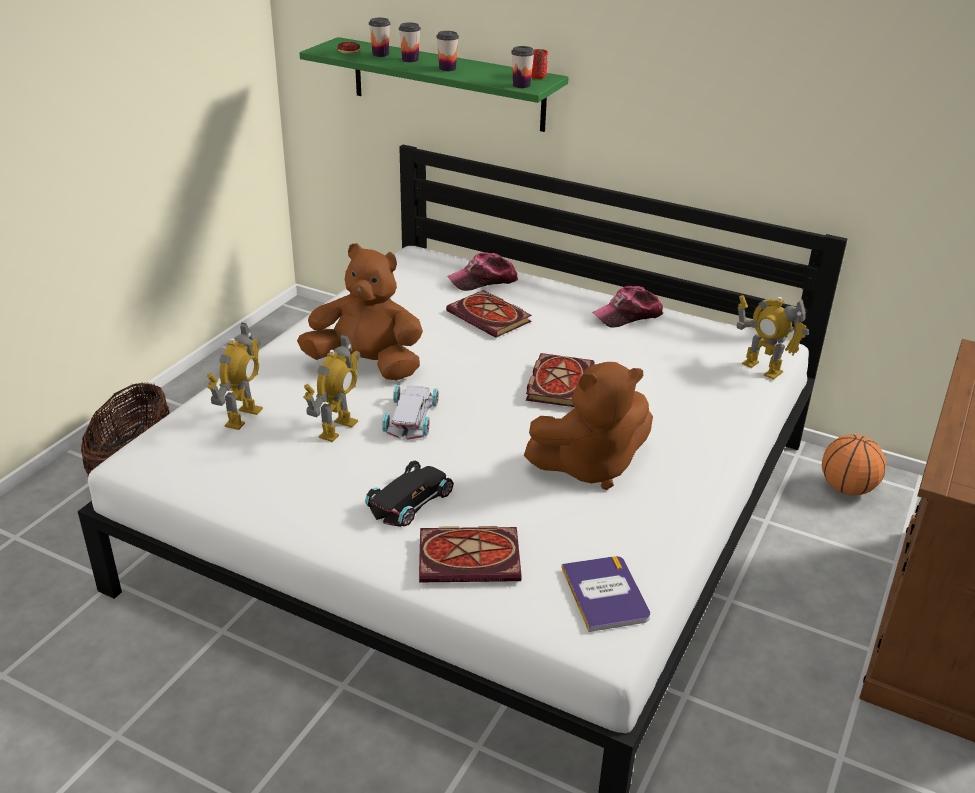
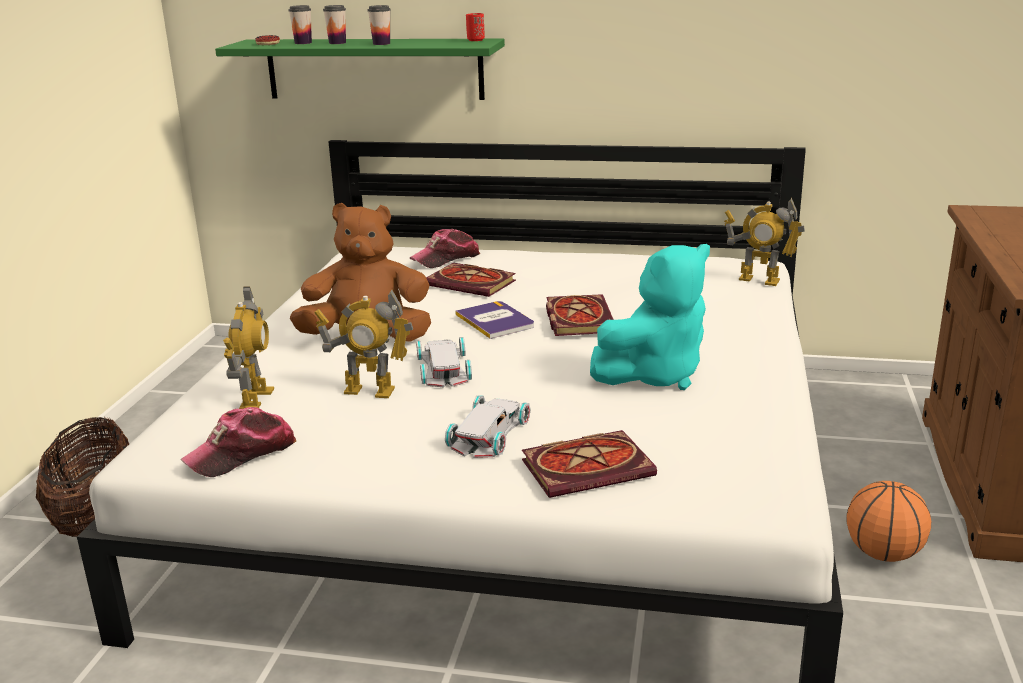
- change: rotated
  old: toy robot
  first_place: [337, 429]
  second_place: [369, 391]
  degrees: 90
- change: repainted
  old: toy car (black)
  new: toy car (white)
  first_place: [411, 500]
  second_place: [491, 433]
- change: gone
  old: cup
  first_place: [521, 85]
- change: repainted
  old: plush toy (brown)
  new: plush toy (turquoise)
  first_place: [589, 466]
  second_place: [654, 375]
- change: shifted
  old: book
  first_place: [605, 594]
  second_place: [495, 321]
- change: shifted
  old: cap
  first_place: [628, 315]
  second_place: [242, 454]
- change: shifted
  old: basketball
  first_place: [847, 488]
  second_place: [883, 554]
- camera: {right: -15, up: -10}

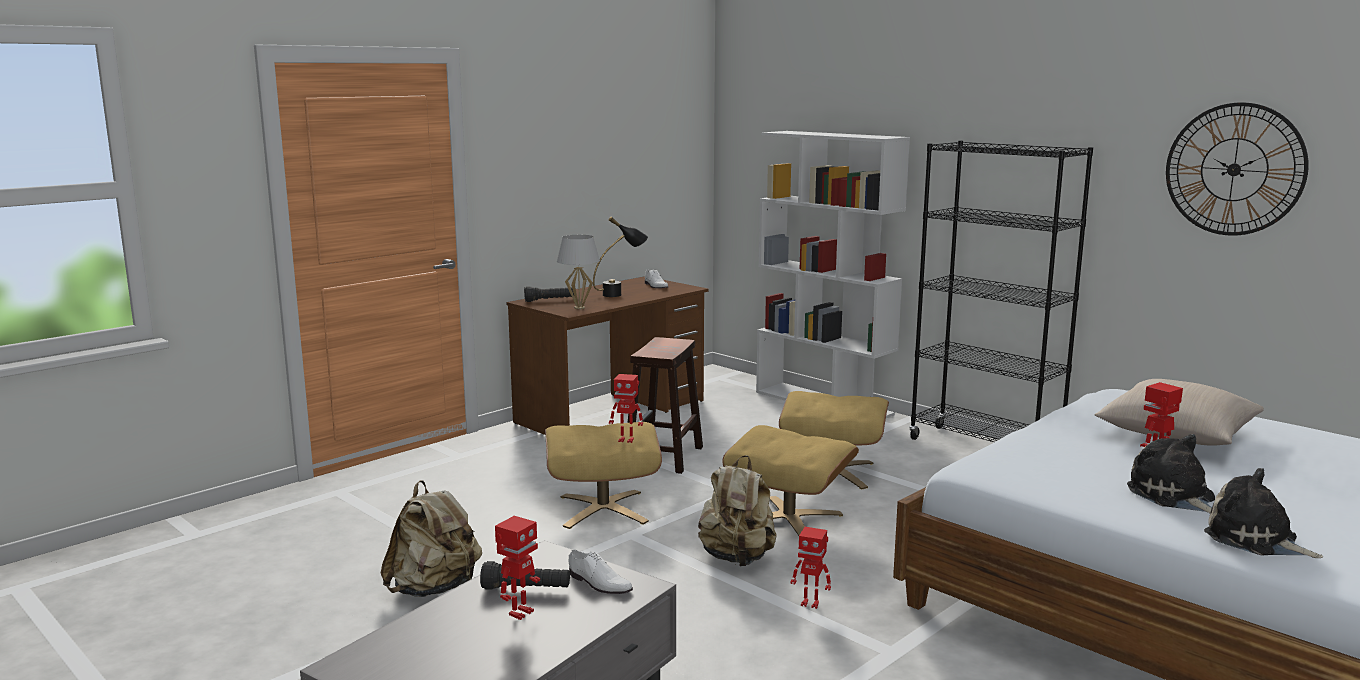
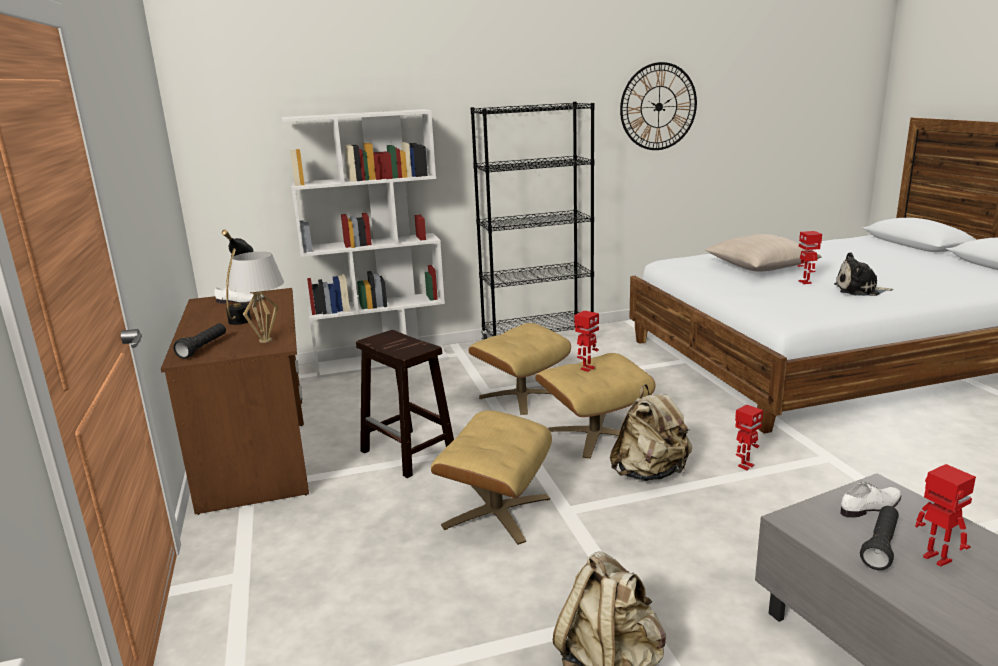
- change: shifted
  old: toy robot
  first_place: [626, 440]
  second_place: [587, 368]
- change: gone
  old: plush toy
  first_place: [1255, 539]
- camera: {right: -60, up: 5}

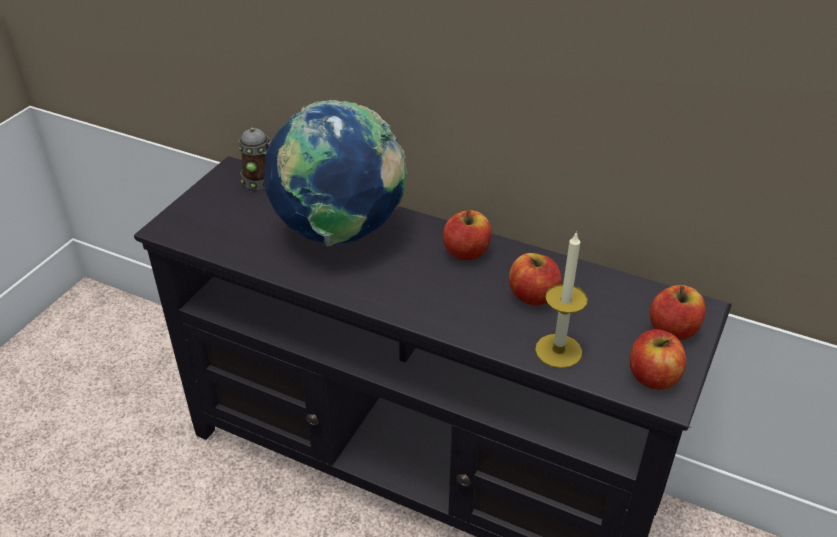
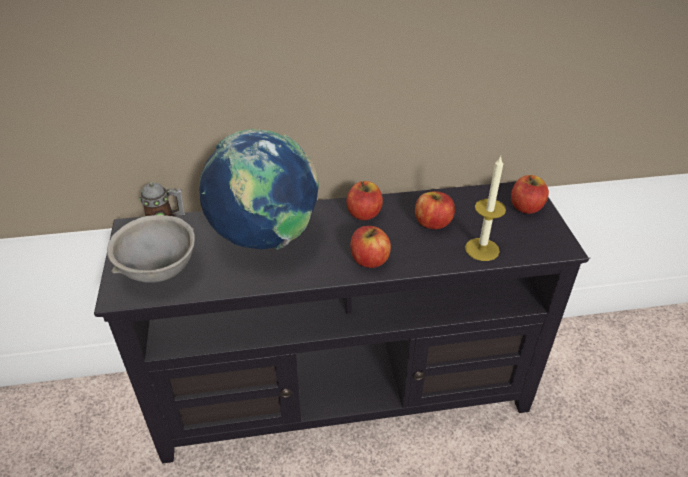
- change: shifted
  old: apple
  first_place: [652, 376]
  second_place: [369, 260]
- change: new
  new: bowl (grey)
  second_place: [160, 272]
- camera: {right: -35, up: 0}

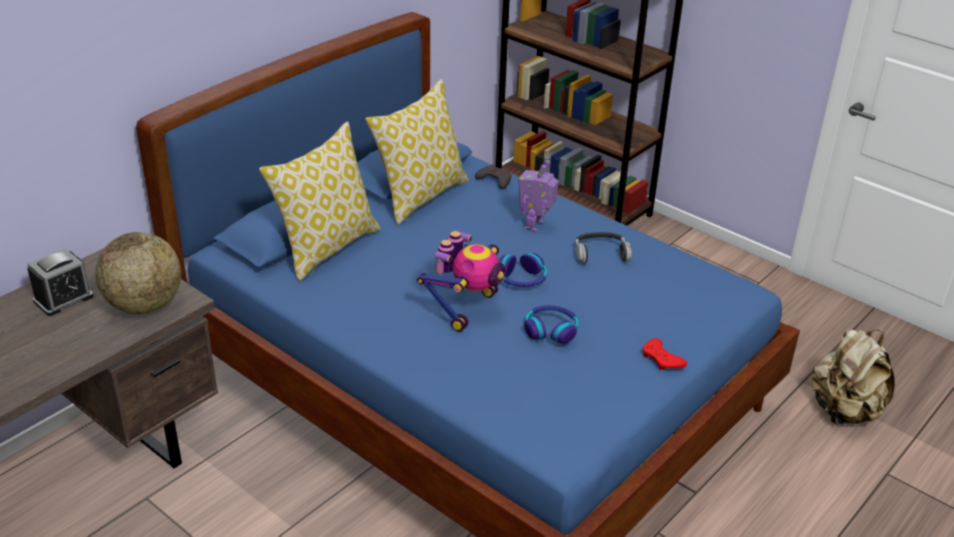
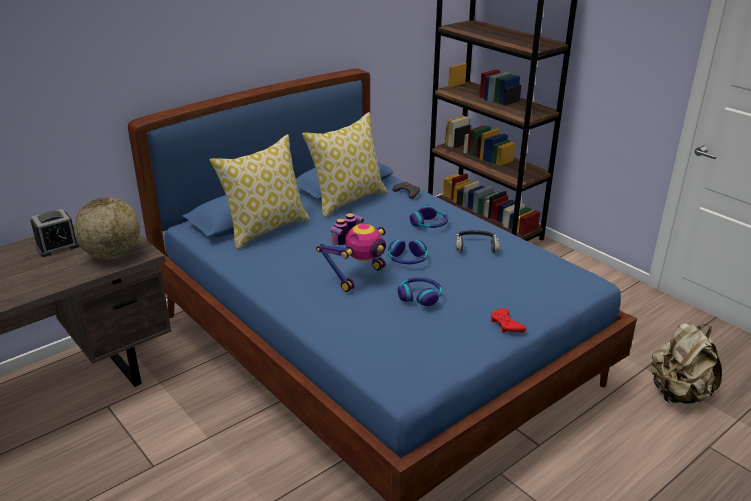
- change: swapped
  old: toy robot
  new: headphones
  first_place: [535, 225]
  second_place: [429, 224]
- camera: {right: 10, up: -5}

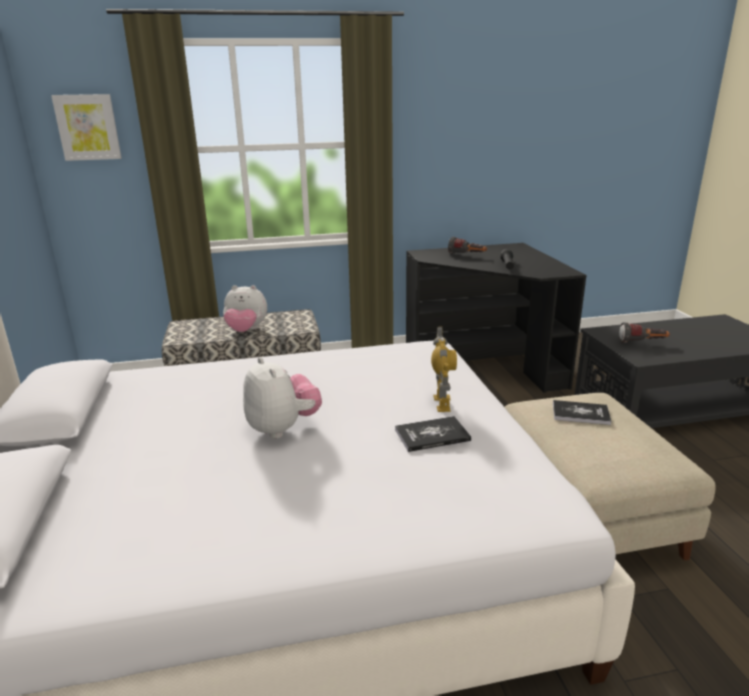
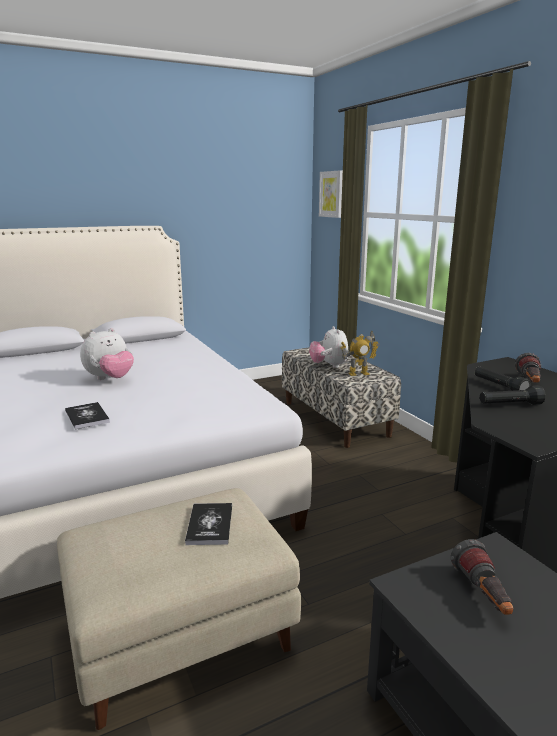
- change: shifted
  old: toy robot
  first_place: [442, 403]
  second_place: [358, 374]
- change: new
  new: flashlight (black)
  second_place: [499, 387]
- camera: {right: 75, up: -5}

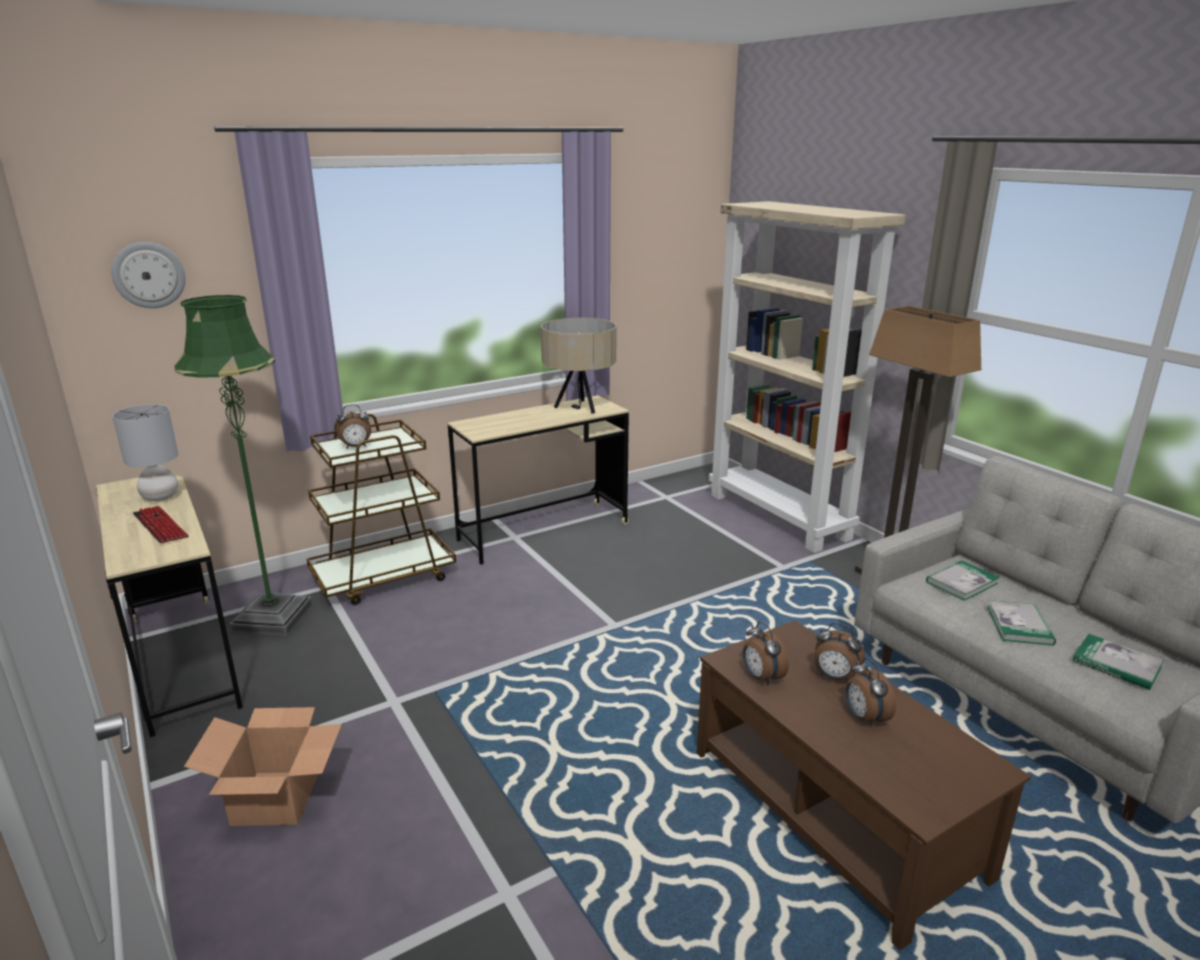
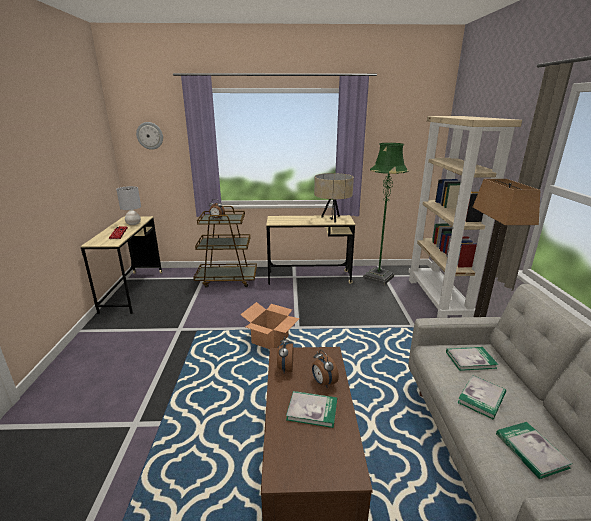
- change: shifted
  old: floor lamp (green)
  first_place: [273, 617]
  second_place: [378, 277]
- change: shifted
  old: cardboard box
  first_place: [275, 797]
  second_place: [270, 339]
- change: swapped
  old: alarm clock
  new: book
  first_place: [864, 718]
  second_place: [312, 410]
- camera: {right: 30, up: 0}

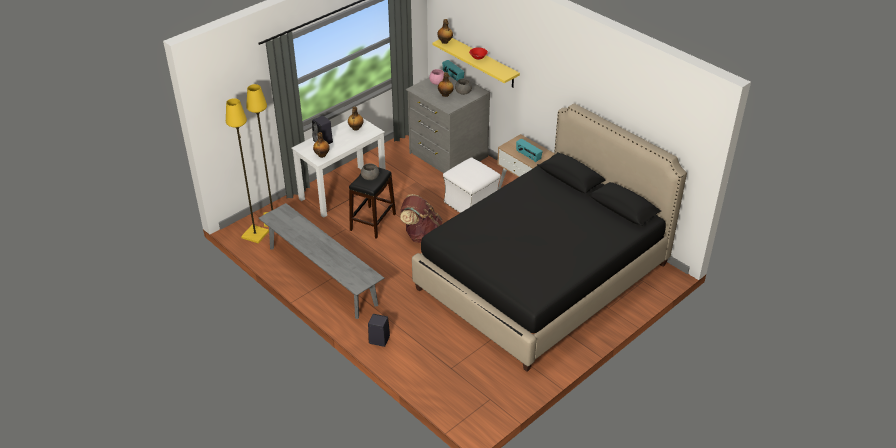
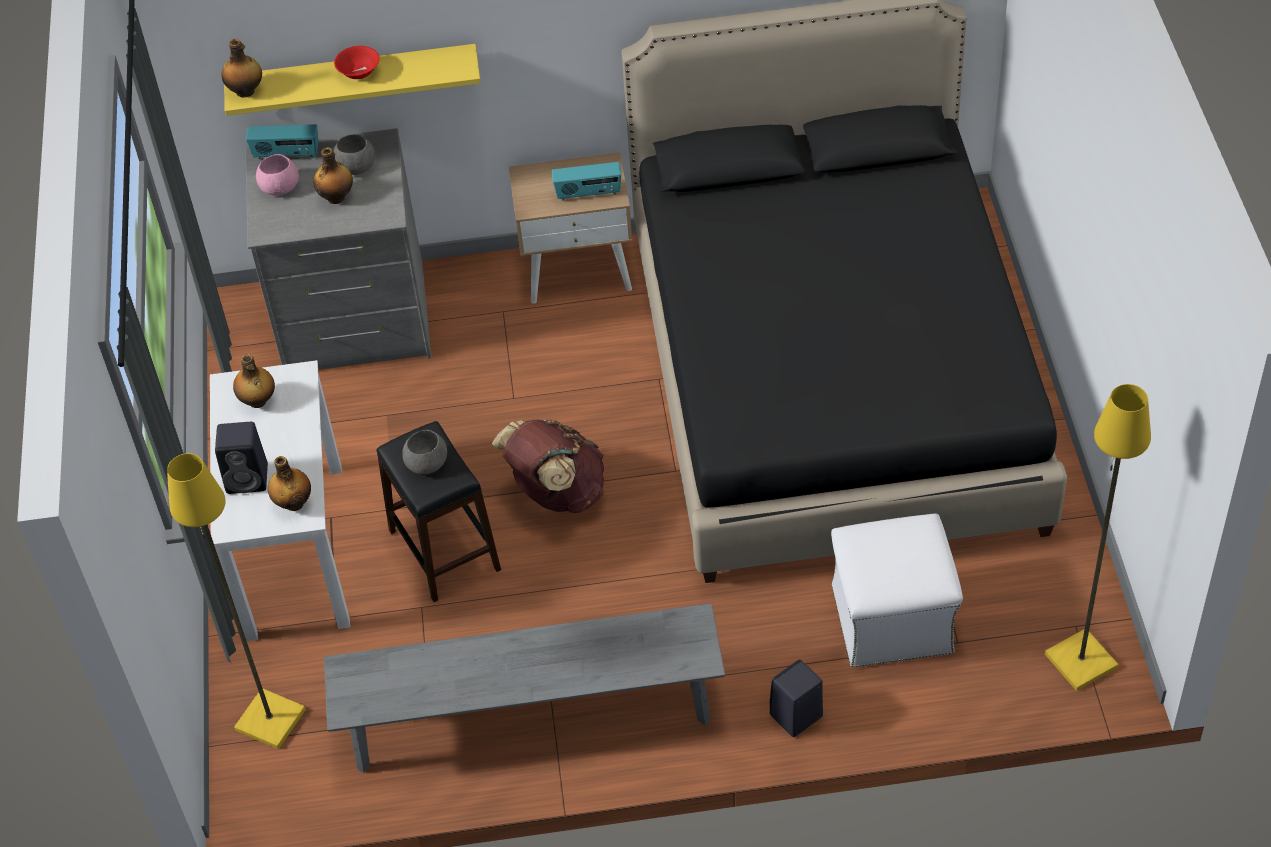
- change: shifted
  old: floor lamp (yellow)
  first_place: [255, 234]
  second_place: [1079, 661]
- change: shifted
  old: ottoman (white)
  first_place: [471, 203]
  second_place: [893, 619]
- camera: {right: -50, up: 10}

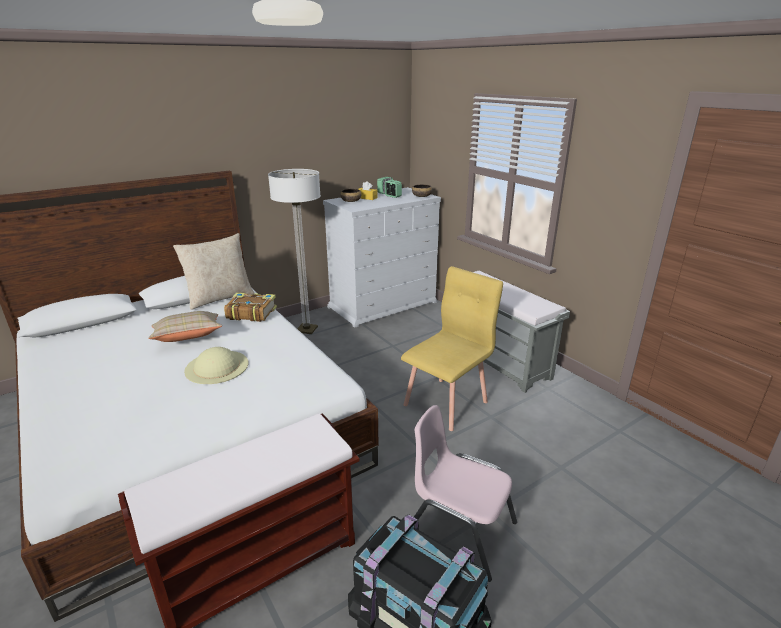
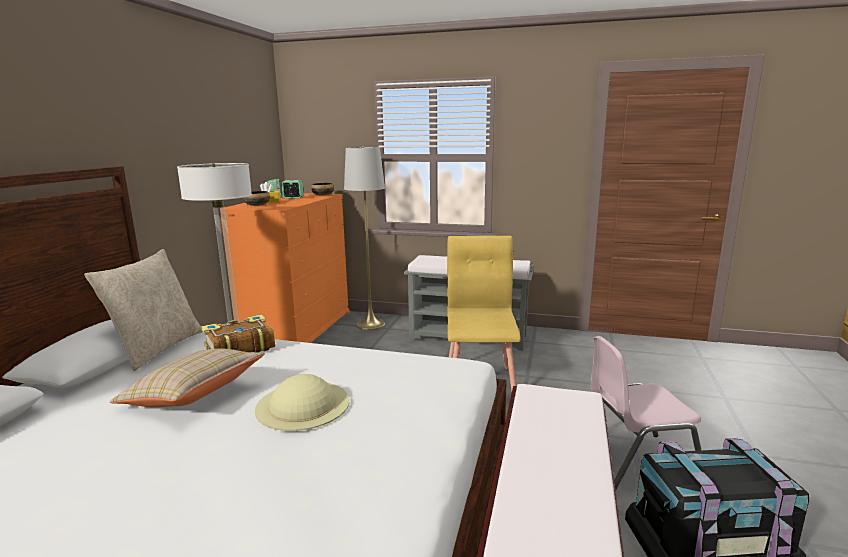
- change: repainted
  old: dresser (white)
  new: dresser (orange)
  first_place: [383, 304]
  second_place: [297, 329]
- change: new
  new: floor lamp (grey)
  second_place: [370, 324]
- camera: {right: -40, up: -10}

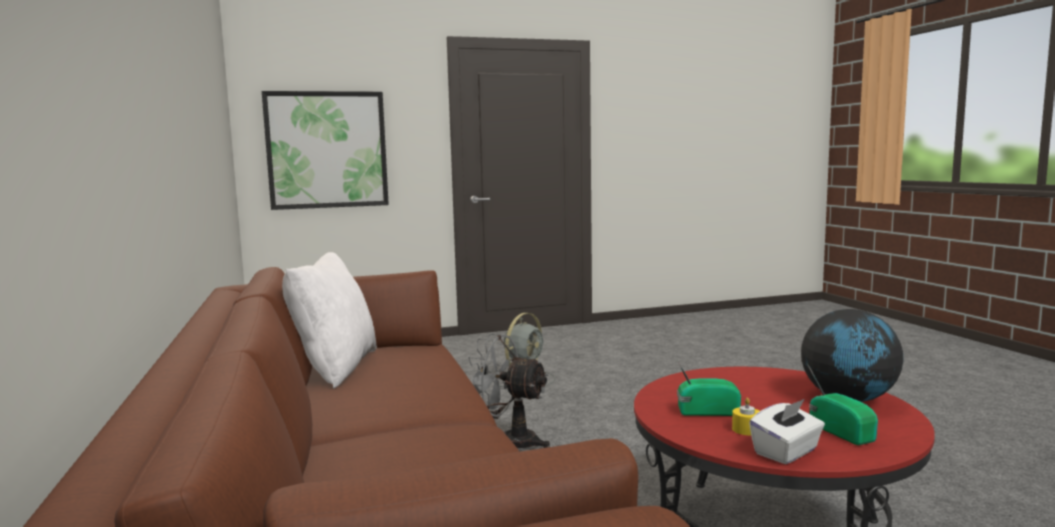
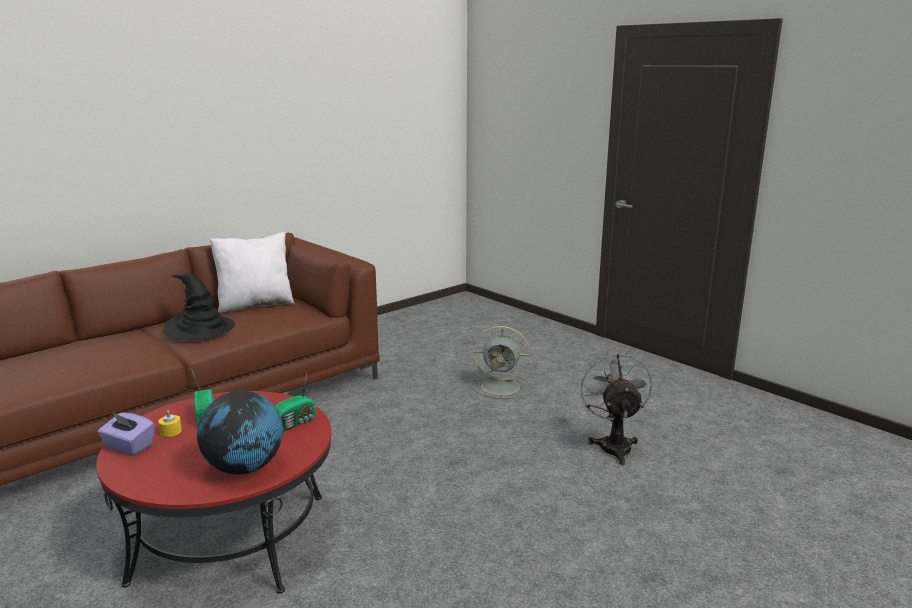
- change: gone
  old: picture
  first_place: [327, 150]
- change: shifted
  old: fan (grey)
  first_place: [509, 441]
  second_place: [613, 444]
- change: repainted
  old: tissue box (white)
  new: tissue box (purple)
  first_place: [786, 452]
  second_place: [128, 447]
- change: shifted
  old: radio
  first_place: [841, 432]
  second_place: [296, 422]
- change: new
  new: hat (black)
  second_place: [200, 329]
- camera: {right: 65, up: 10}

